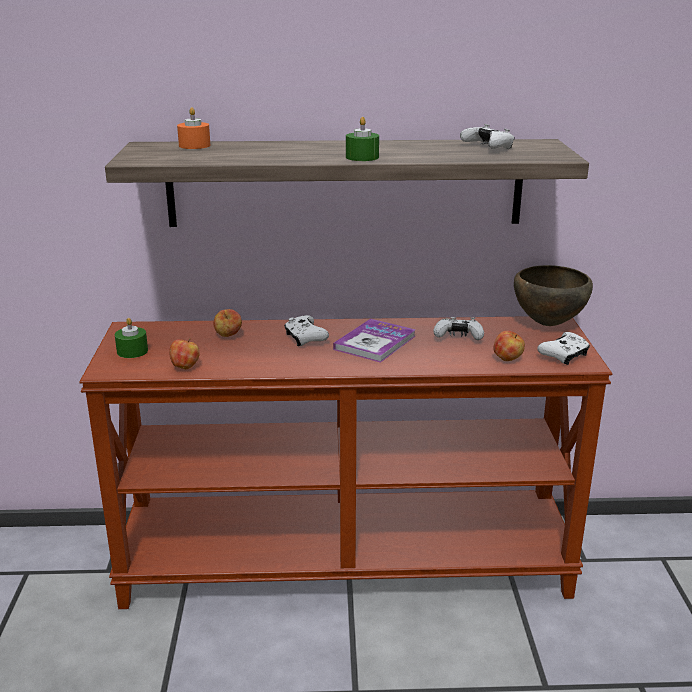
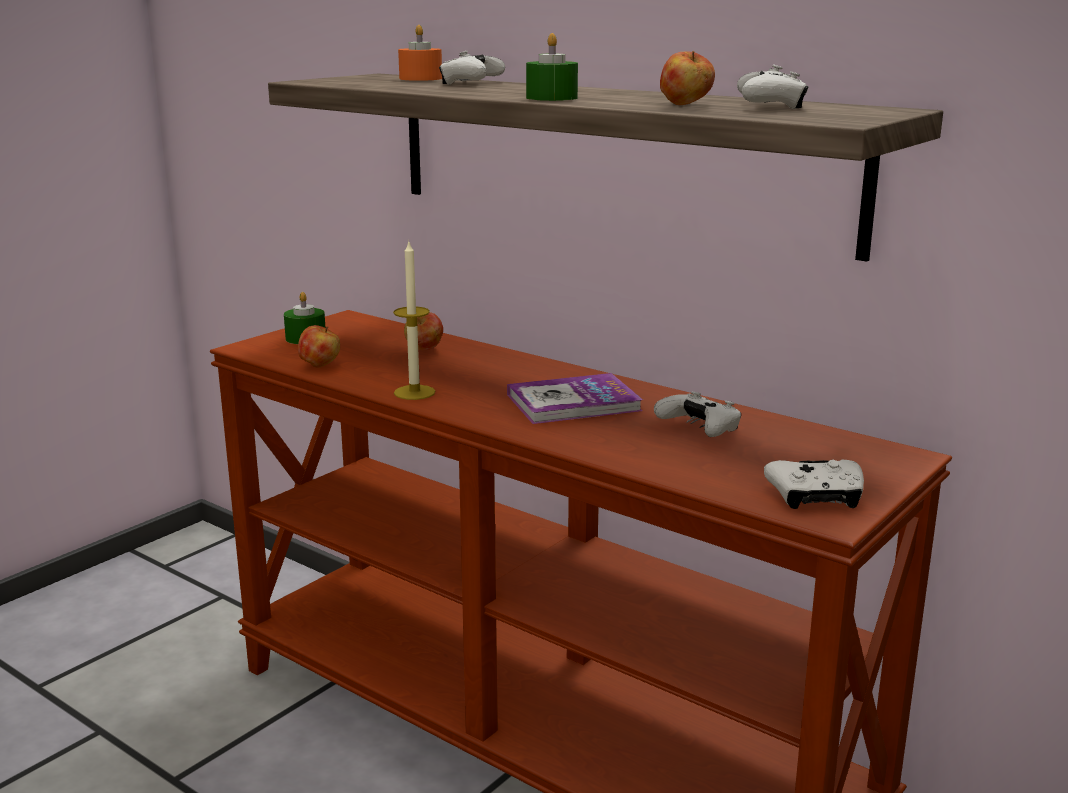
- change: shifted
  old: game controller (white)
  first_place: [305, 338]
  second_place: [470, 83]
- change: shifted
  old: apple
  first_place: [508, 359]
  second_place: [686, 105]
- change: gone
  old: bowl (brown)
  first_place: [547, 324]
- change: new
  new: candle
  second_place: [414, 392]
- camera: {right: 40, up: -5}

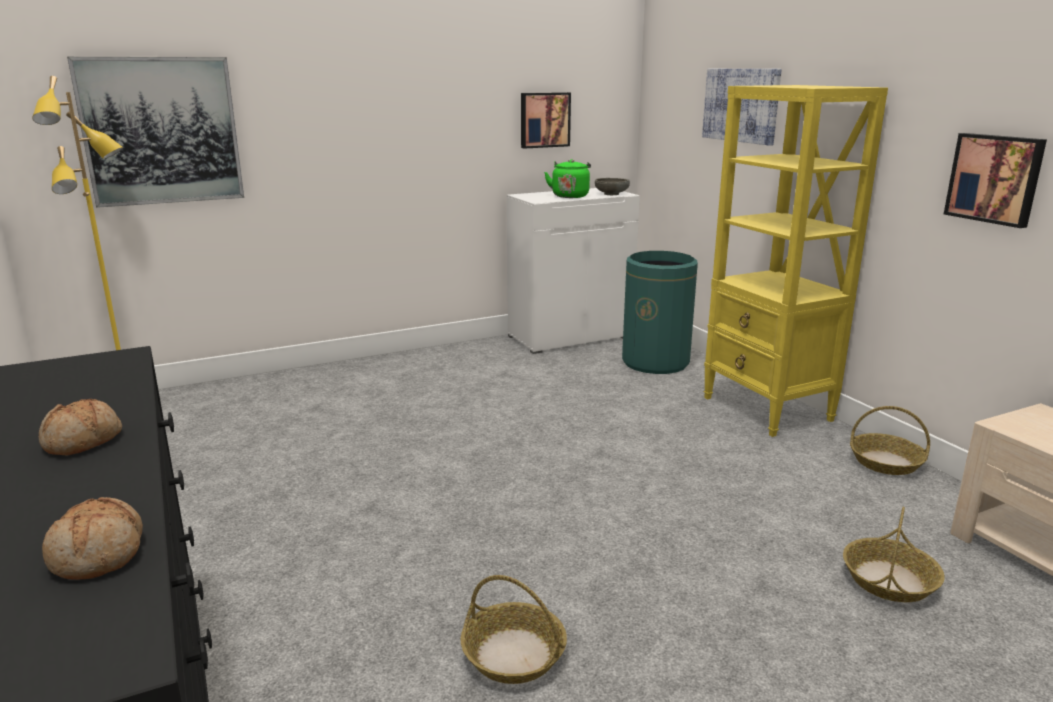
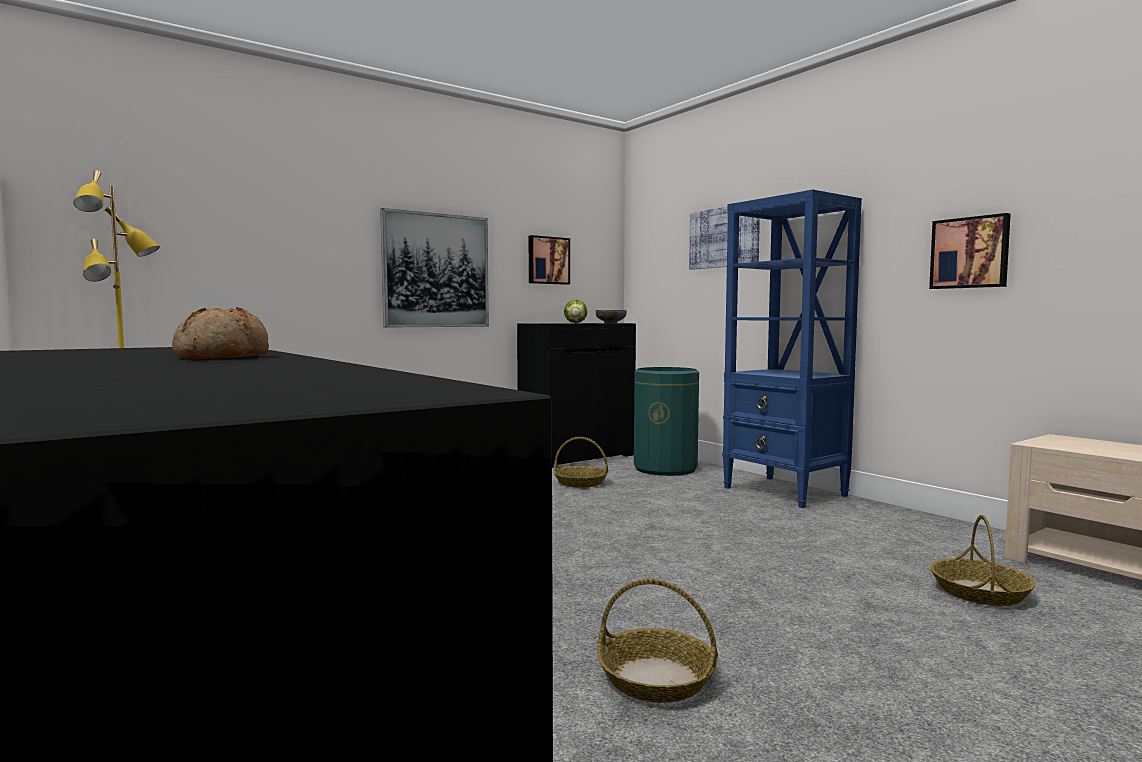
- change: gone
  old: bread
  first_place: [100, 554]
- change: shifted
  old: picture
  first_place: [161, 131]
  second_place: [436, 270]
- change: repainted
  old: cabinet (white)
  new: cabinet (black)
  first_place: [570, 336]
  second_place: [577, 457]
- change: swapped
  old: kettle (green)
  new: lettuce
  first_place: [570, 196]
  second_place: [575, 323]
- change: repainted
  old: bookcase (yellow)
  new: bookcase (blue)
  first_place: [767, 409]
  second_place: [785, 492]
- change: shifted
  old: basket
  first_place: [886, 462]
  second_place: [581, 483]
- camera: {right: -10, up: -15}

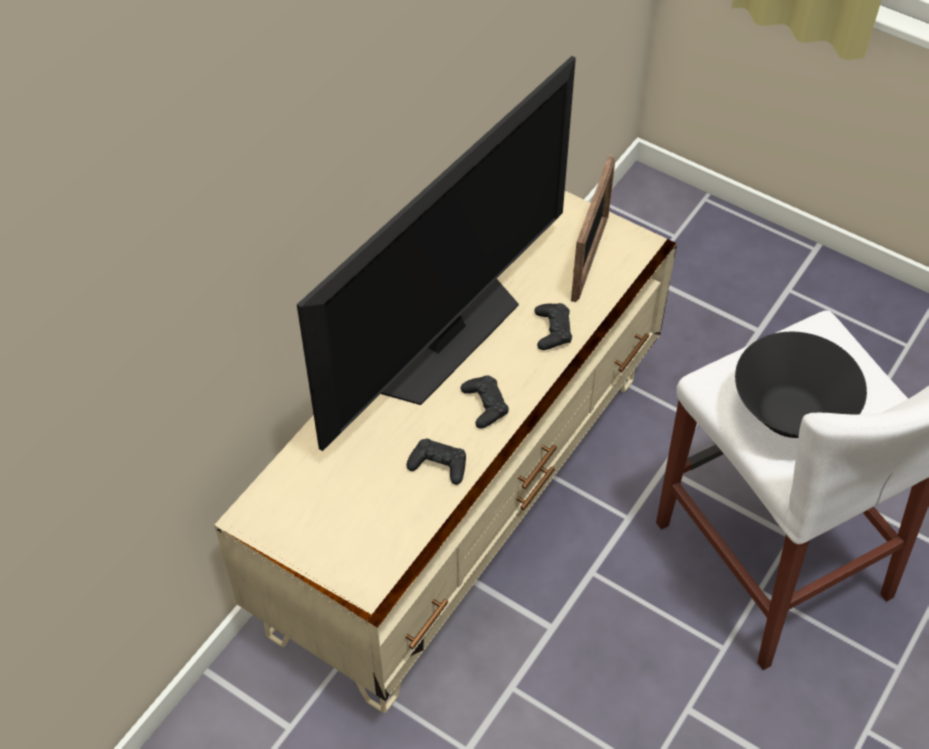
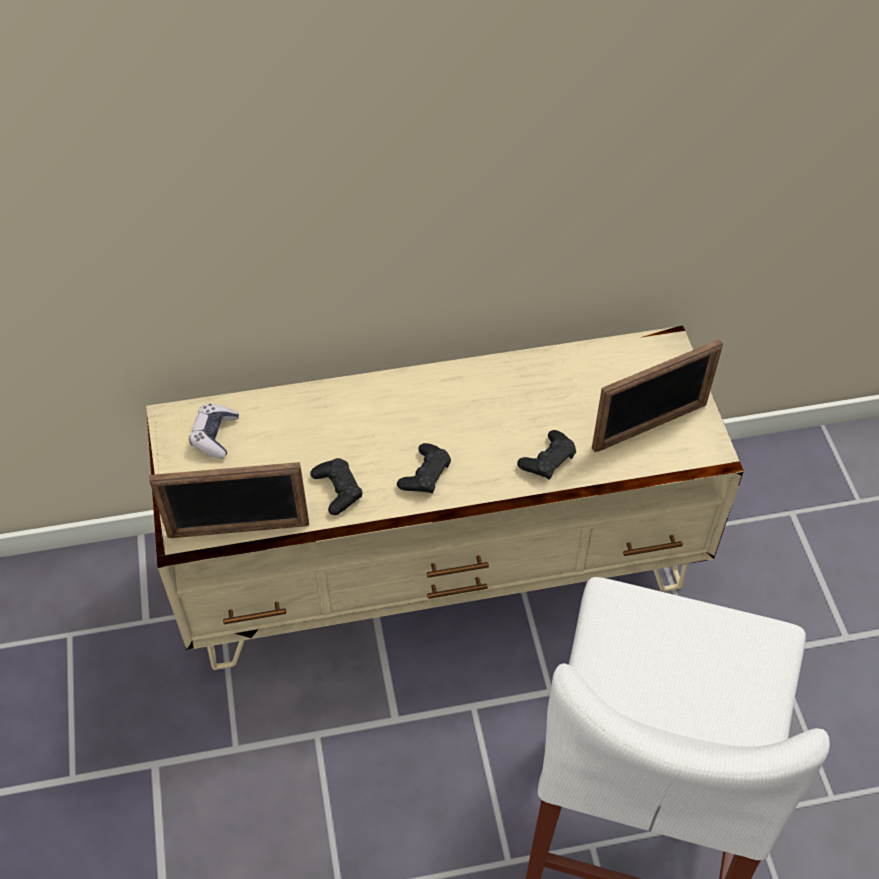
- change: gone
  old: television
  first_place: [444, 337]
- change: gone
  old: bowl (black)
  first_place: [790, 414]
- change: new
  new: picture frame
  second_place: [238, 530]
- change: new
  new: game controller
  second_place: [215, 435]
- camera: {right: 45, up: 0}

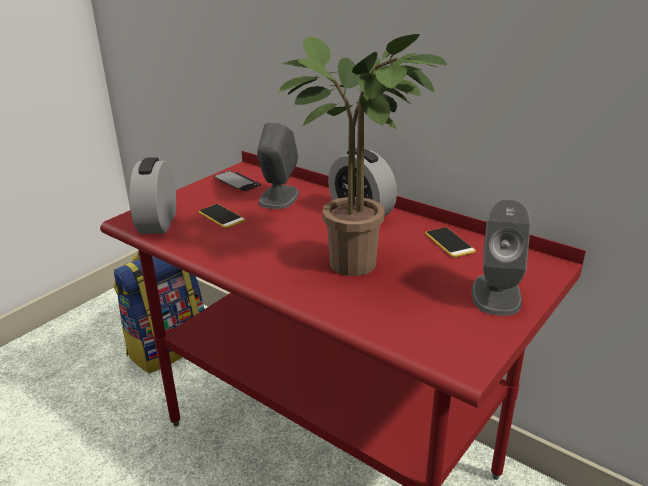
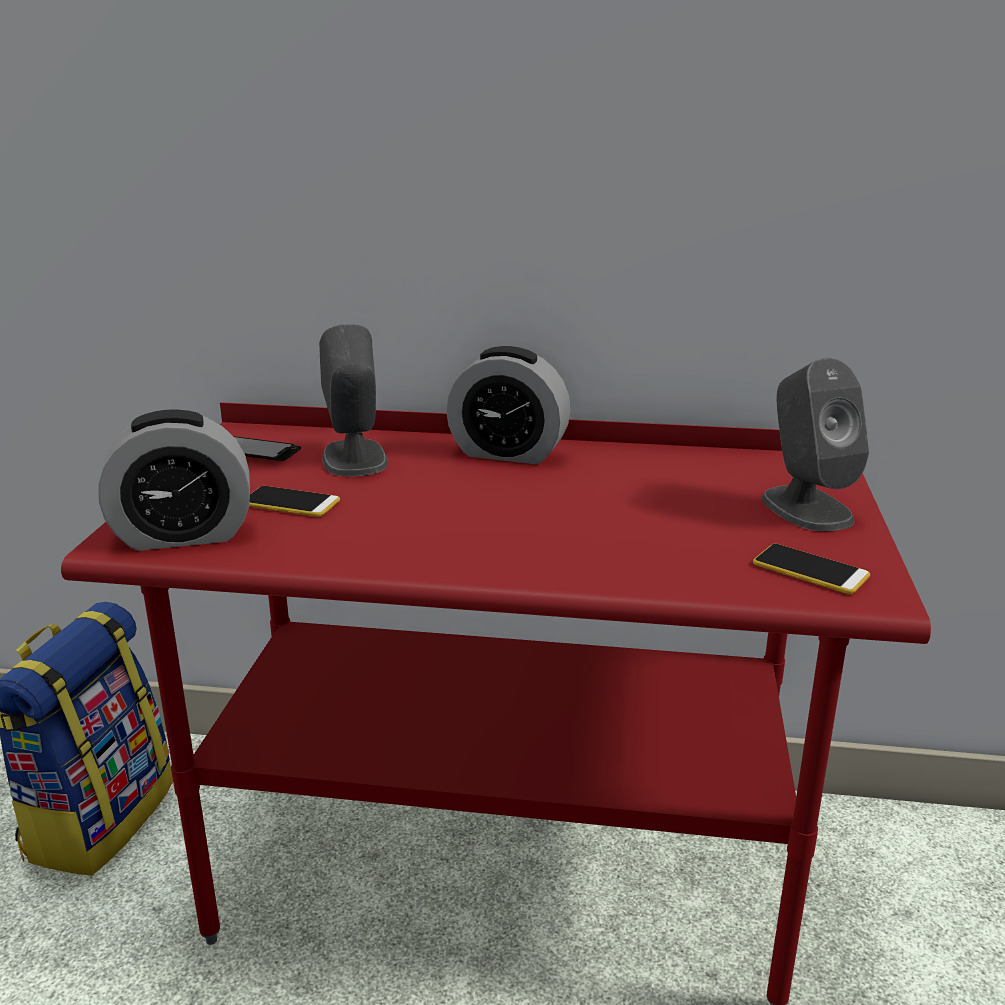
- change: rotated
  old: alarm clock
  first_place: [158, 223]
  second_place: [183, 535]
  degrees: -75
- change: gone
  old: potted plant
  first_place: [361, 262]
- change: shifted
  old: phone
  first_place: [449, 243]
  second_place: [810, 570]
- camera: {right: -30, up: -5}

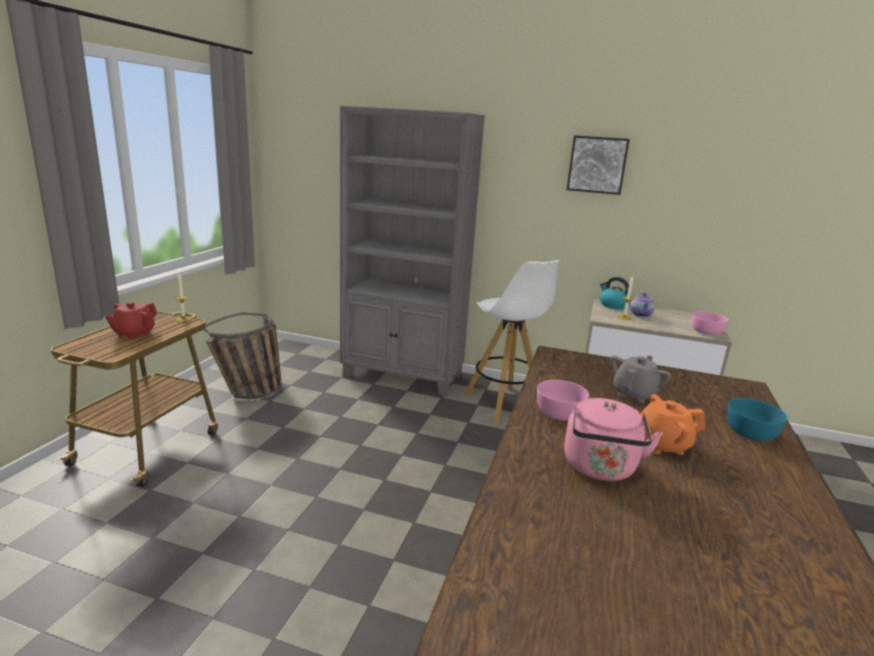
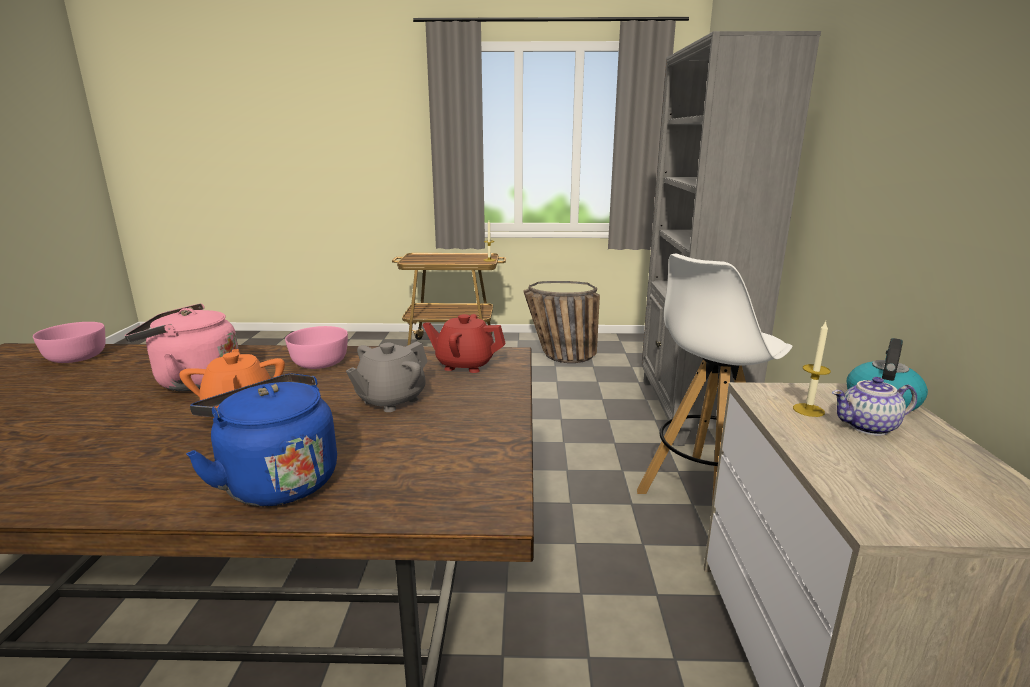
- change: shifted
  old: teapot (red)
  first_place: [134, 334]
  second_place: [465, 364]
- change: gone
  old: picture
  first_place: [597, 165]
- change: rotated
  old: teapot (grey)
  first_place: [634, 394]
  second_place: [390, 400]
  degrees: 105
- change: shifted
  old: bowl (pink)
  first_place: [706, 331]
  second_place: [77, 357]
- change: swapped
  old: bowl (turquoise)
  new: kettle (blue)
  first_place: [750, 432]
  second_place: [276, 480]
- camera: {right: 75, up: 0}

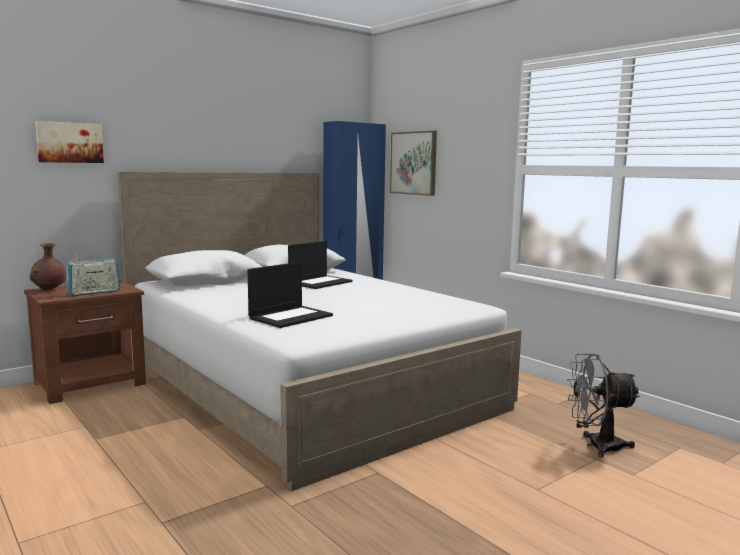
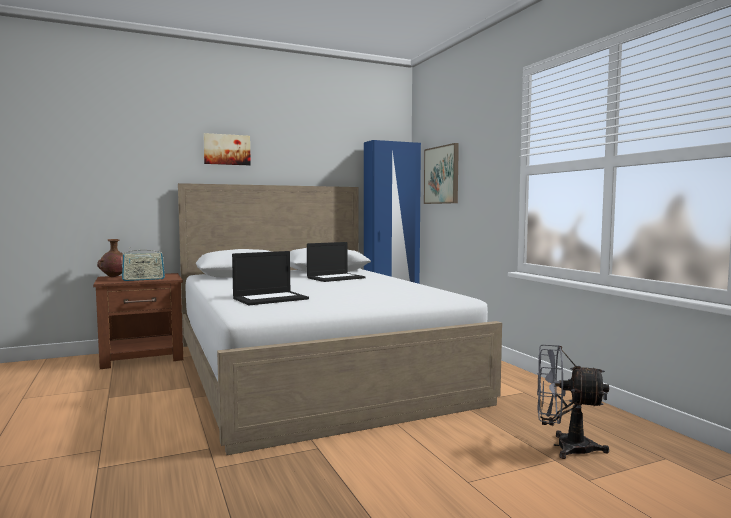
- change: shifted
  old: picture
  first_place: [69, 142]
  second_place: [227, 149]
- camera: {right: 15, up: -5}

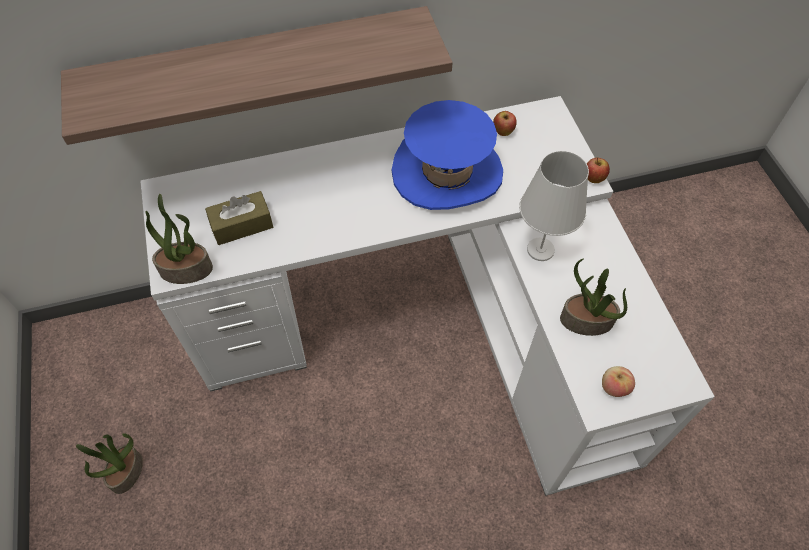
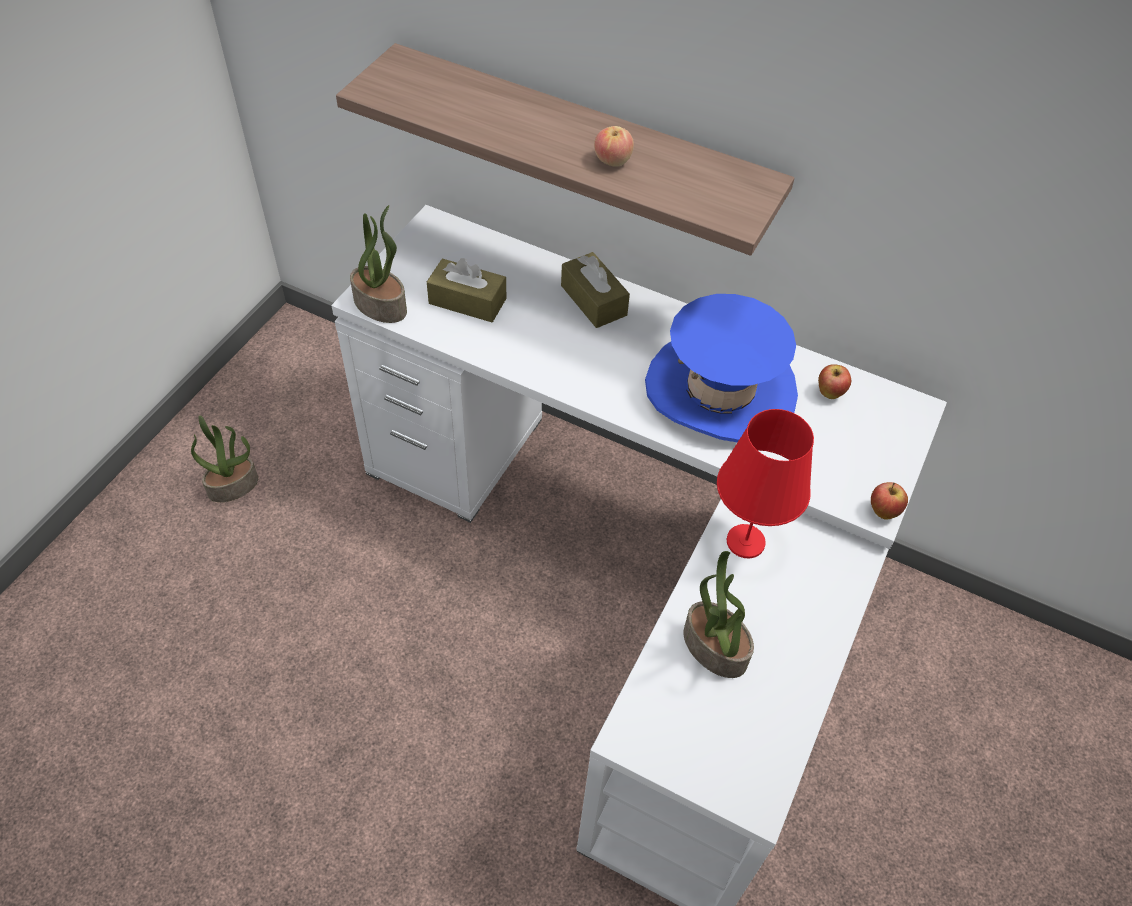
- change: repainted
  old: table lamp (white)
  new: table lamp (red)
  first_place: [540, 249]
  second_place: [745, 541]
- change: shifted
  old: apple
  first_place: [614, 387]
  second_place: [612, 160]
- change: new
  new: tissue box (brown)
  second_place: [593, 300]
- camera: {right: 40, up: -5}

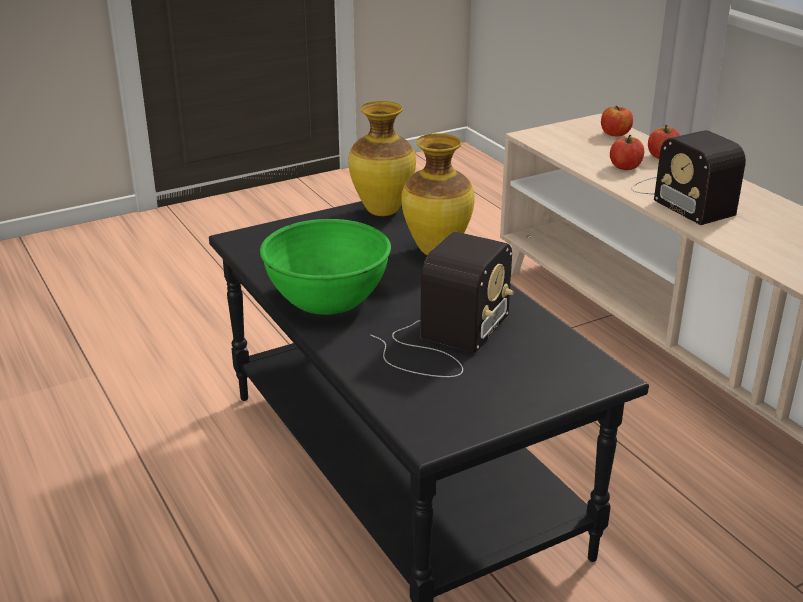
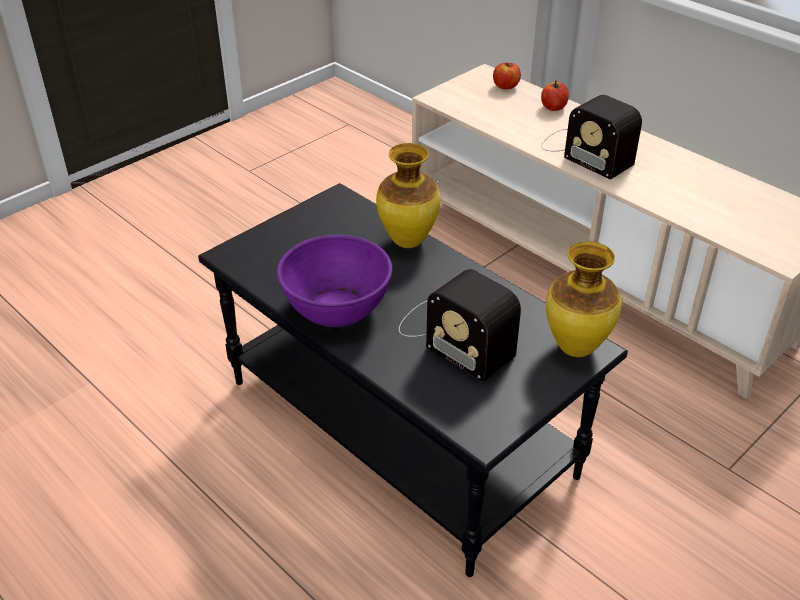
- change: repainted
  old: bowl (green)
  new: bowl (purple)
  first_place: [328, 298]
  second_place: [337, 308]
- change: shifted
  old: vase
  first_place: [382, 212]
  second_place: [576, 349]
- change: rotated
  old: radio
  first_place: [444, 340]
  second_place: [453, 335]
  degrees: 120
- change: gone
  old: apple
  first_place: [625, 167]
- camera: {right: -15, up: 10}

